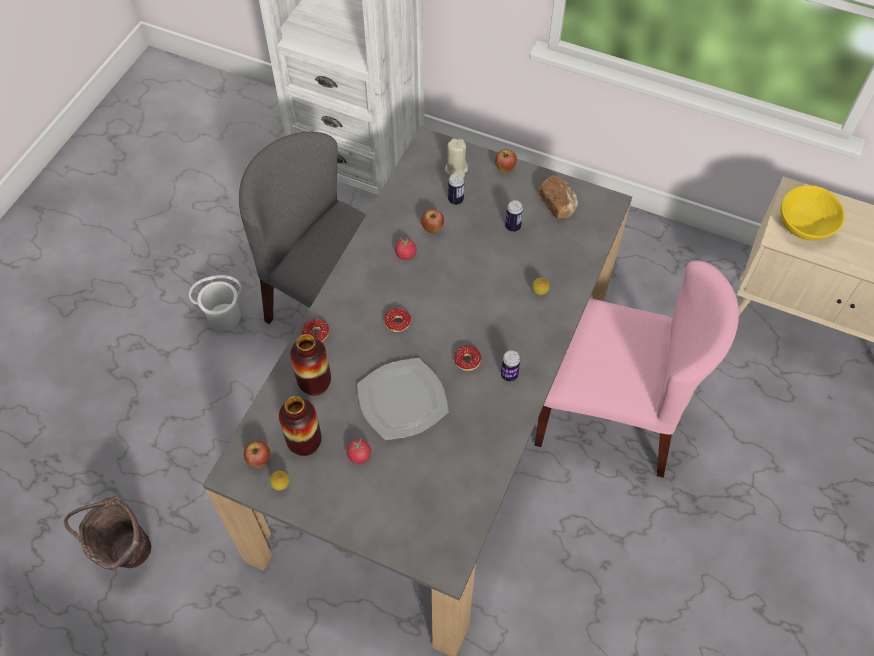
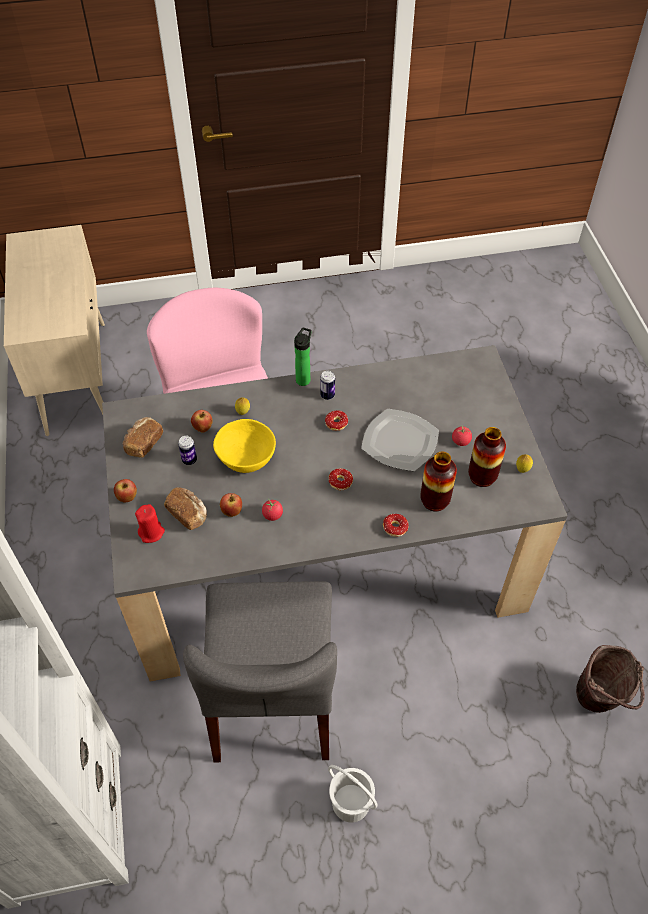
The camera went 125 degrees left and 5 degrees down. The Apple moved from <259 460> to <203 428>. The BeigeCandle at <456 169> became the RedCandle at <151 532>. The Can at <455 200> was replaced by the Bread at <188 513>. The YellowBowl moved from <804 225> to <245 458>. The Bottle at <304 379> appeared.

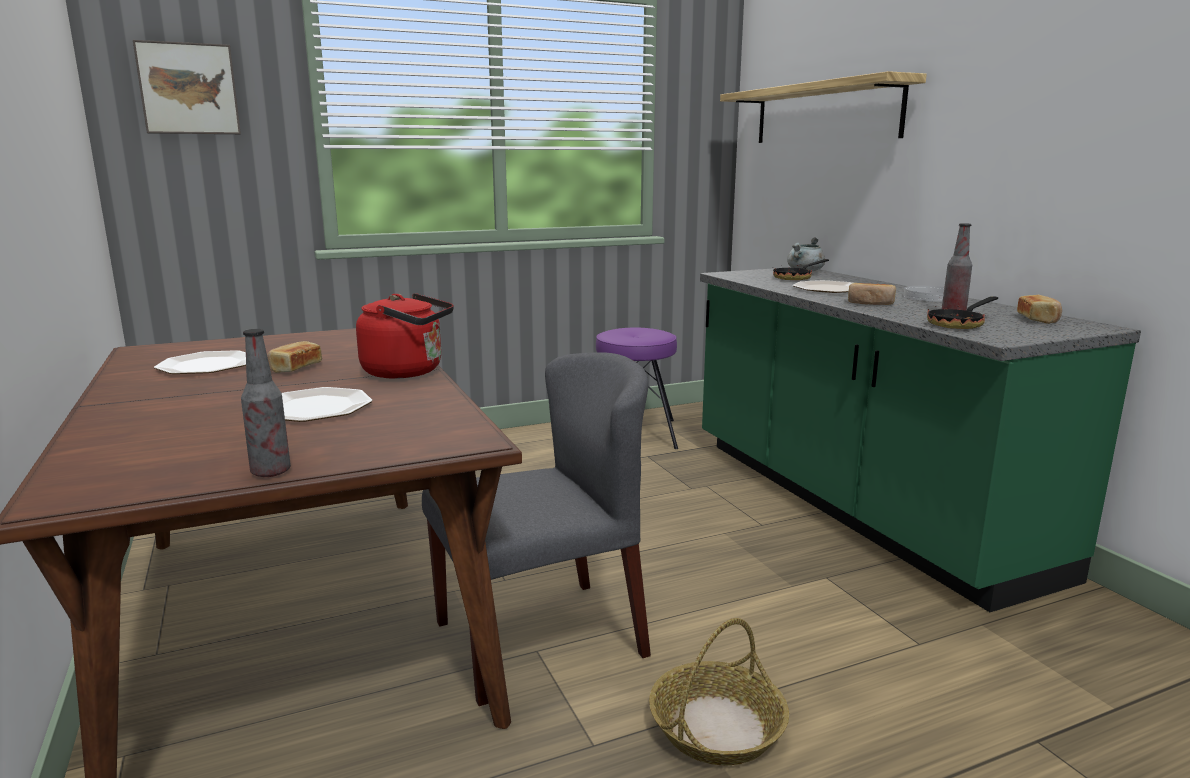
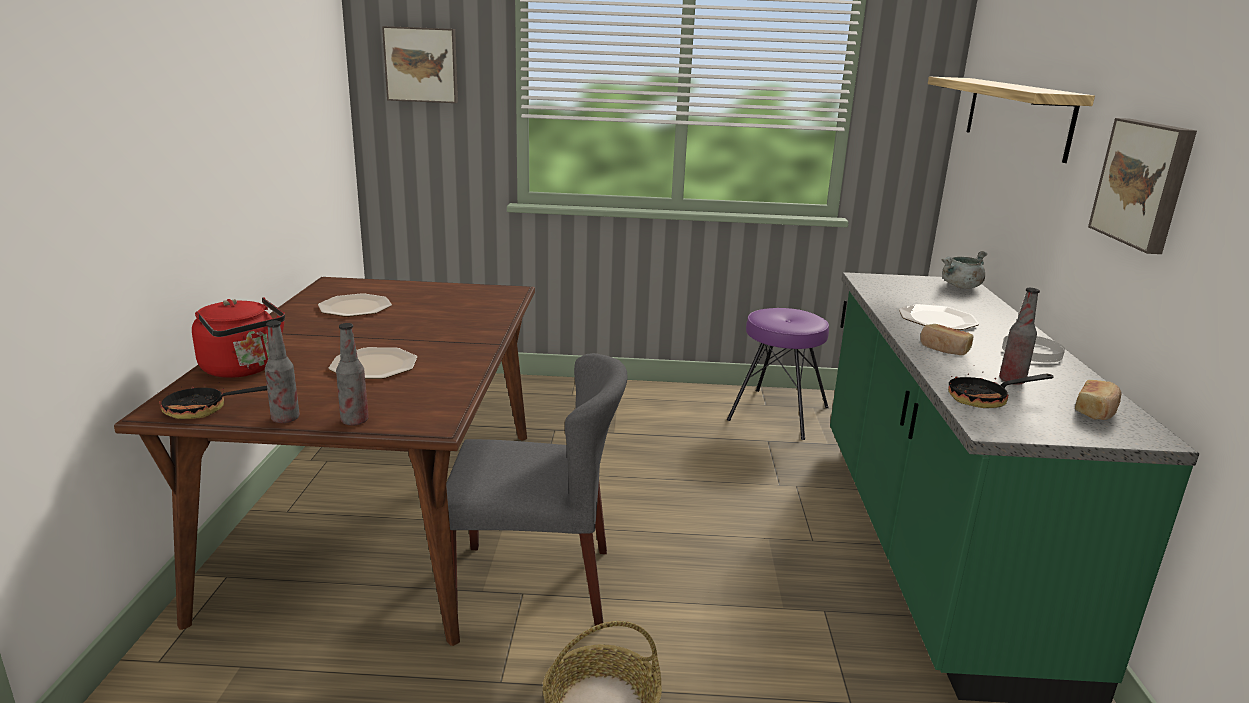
The camera went 25 degrees right and 5 degrees up. The Bread at <295 368> disappeared. The RedKettle moved from <408 372> to <243 369>. The FryingPan moved from <796 278> to <205 410>. The Bottle at <354 421> appeared. The Picture at <1144 183> appeared.

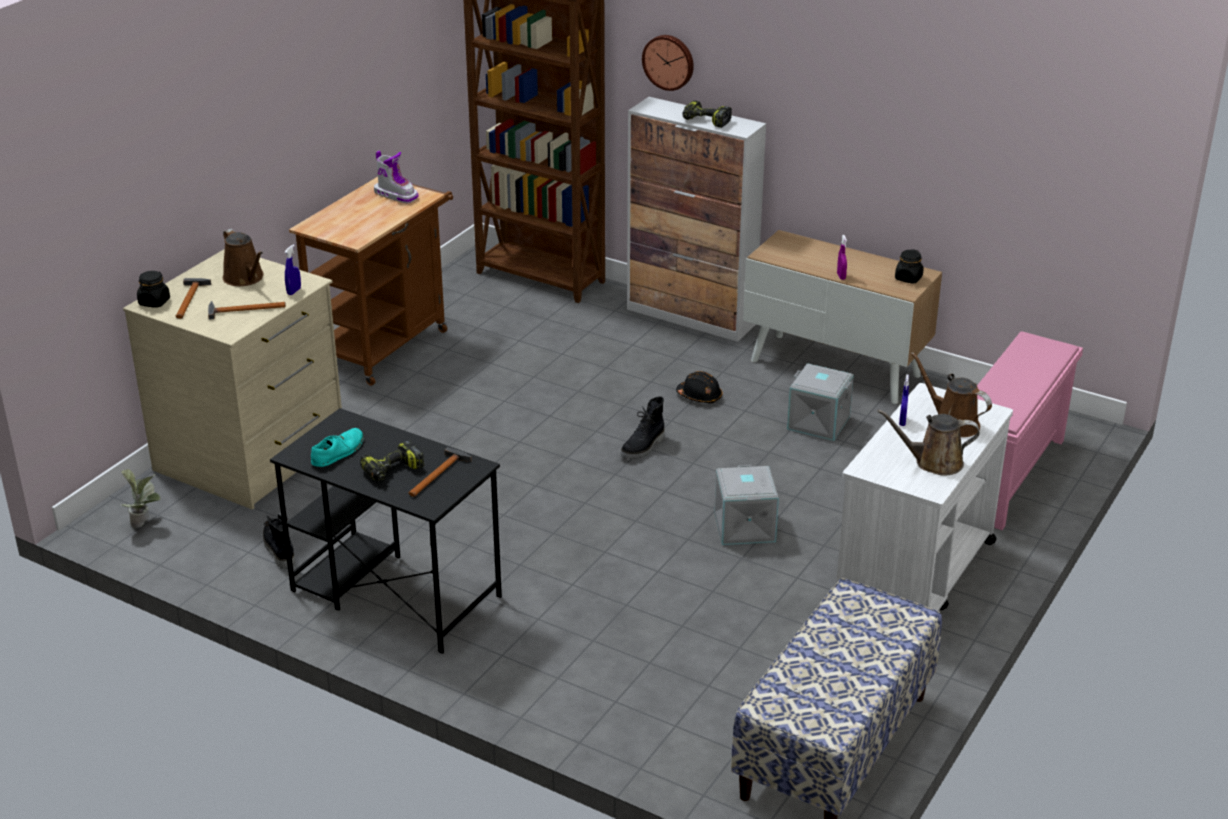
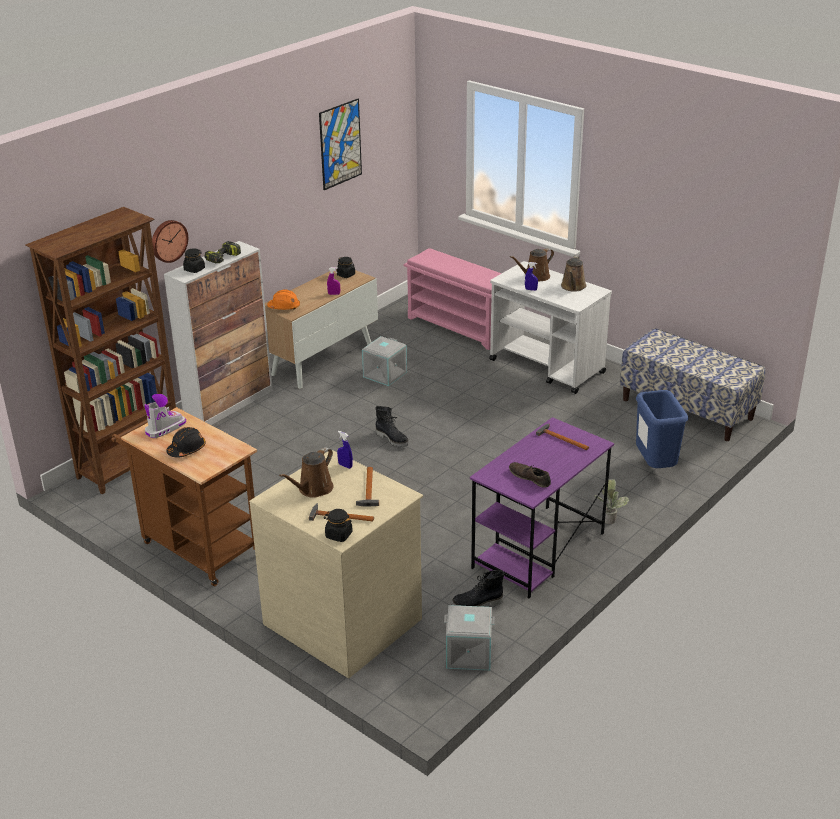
The camera went 80 degrees left and 0 degrees up. The PottedPlant moved from <145 522> to <609 518>. The BrownWateringCan at <245 278> turned 150 degrees clockwise. The BlackDesk at <394 593> became the PurpleDesk at <538 551>. The TurquoiseShoe at <338 452> became the BrownShoe at <529 477>. The PowerDrill at <392 471> disappeared. The BlackHardHat moved from <699 396> to <187 449>. The GreyStorageBox moved from <743 527> to <468 654>. The BlackJar at <194 269> appeared. The OrangeHardHat at <284 307> appeared. The Picture at <340 144> appeared. The BlueTrashCan at <654 466> appeared.

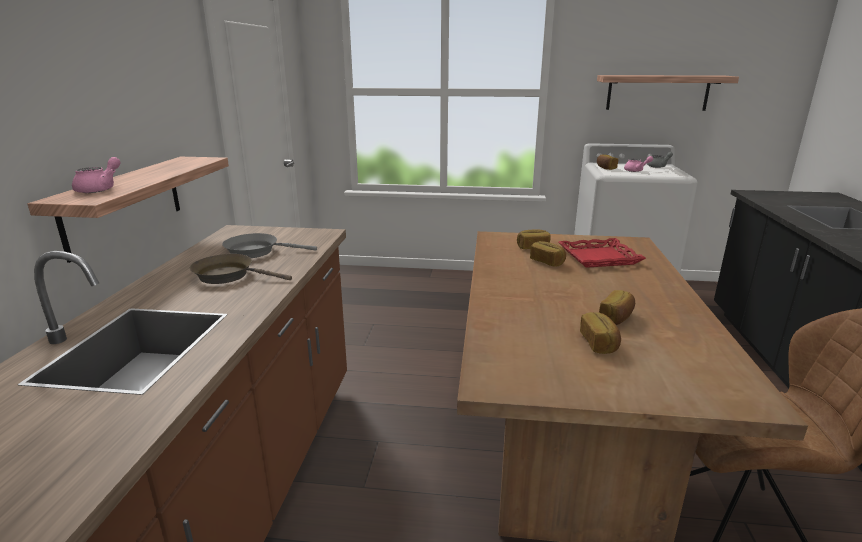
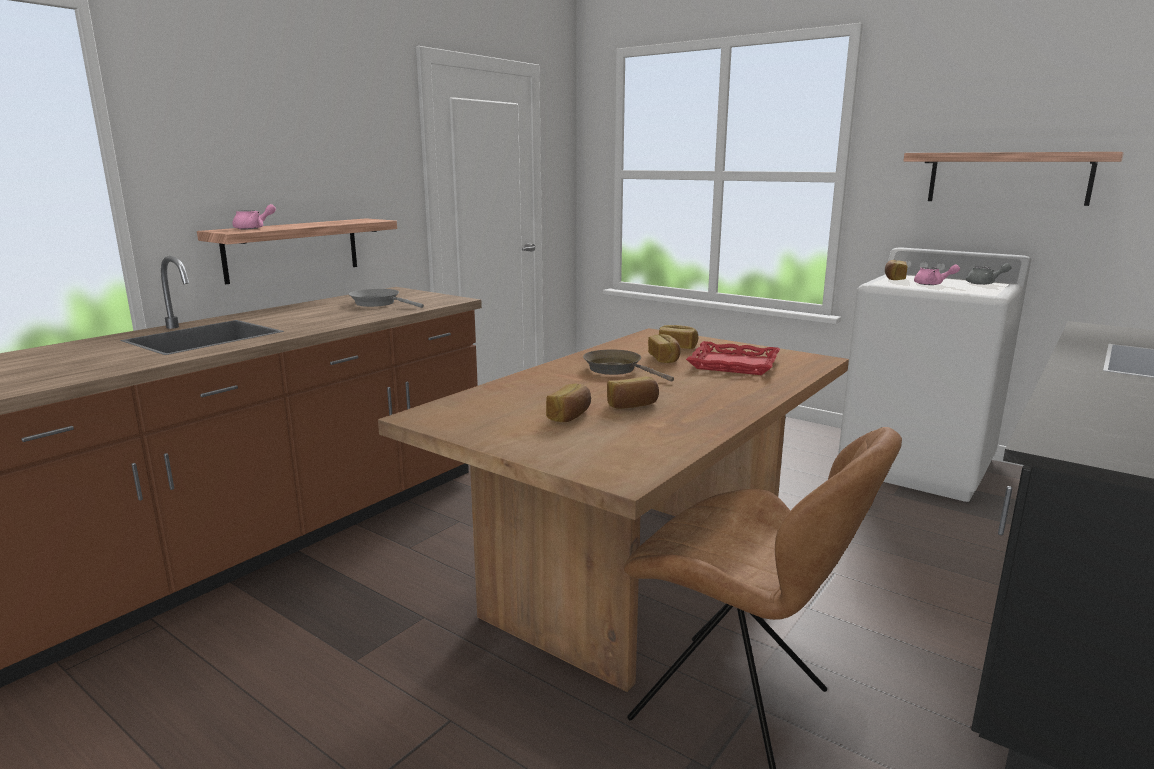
The camera went 30 degrees right and 5 degrees down. The BrownFryingPan moved from <229 276> to <617 369>.

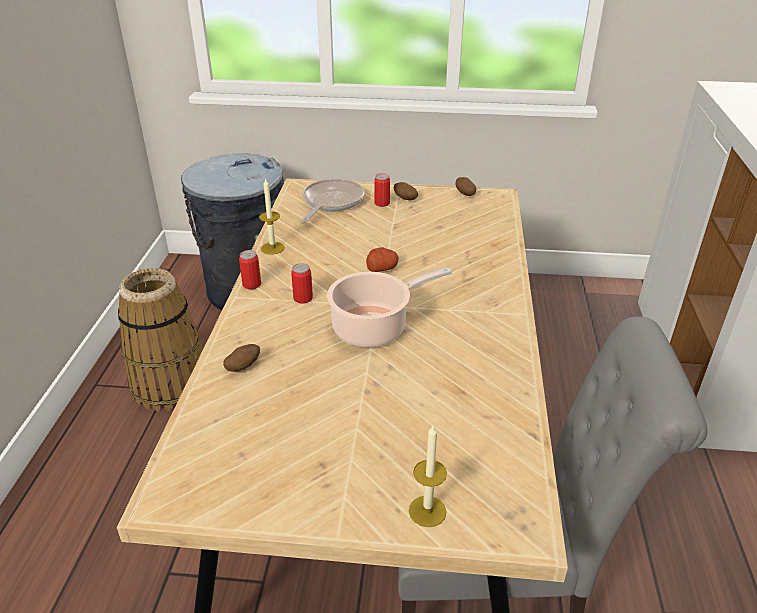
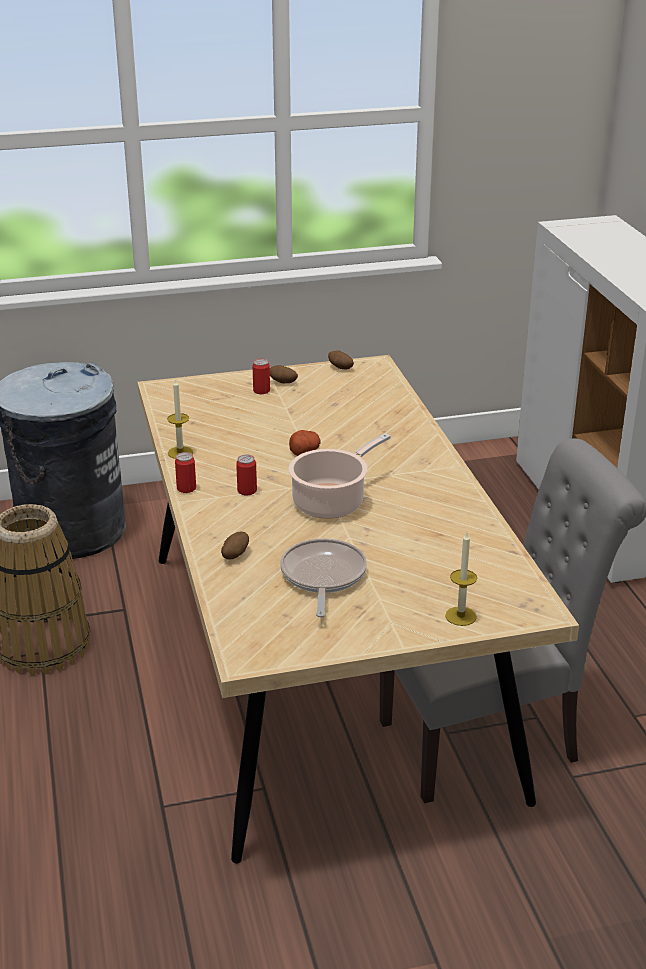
The camera went 20 degrees left and 5 degrees down. The FryingPan moved from <331 202> to <322 577>.

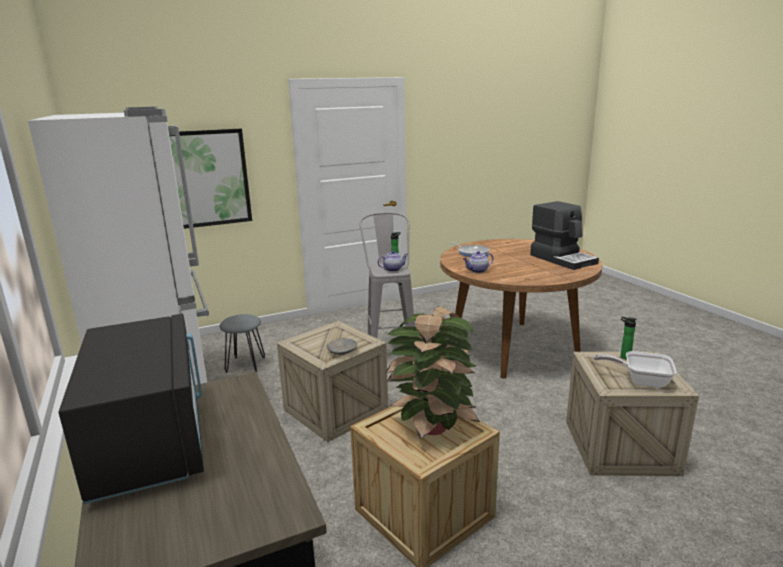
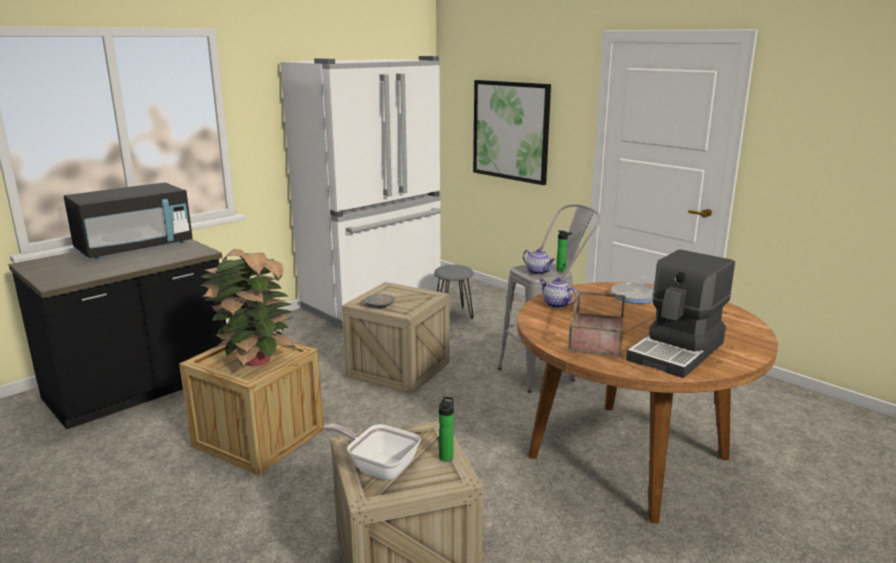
The camera went 70 degrees right and 0 degrees up. The FryingPan at <640 380> turned 60 degrees counterclockwise. The BrownTray at <595 333> appeared.

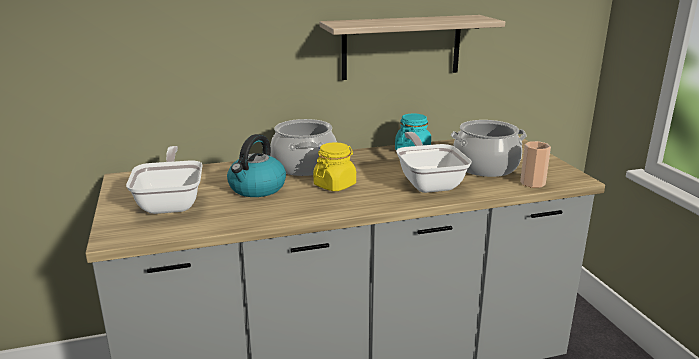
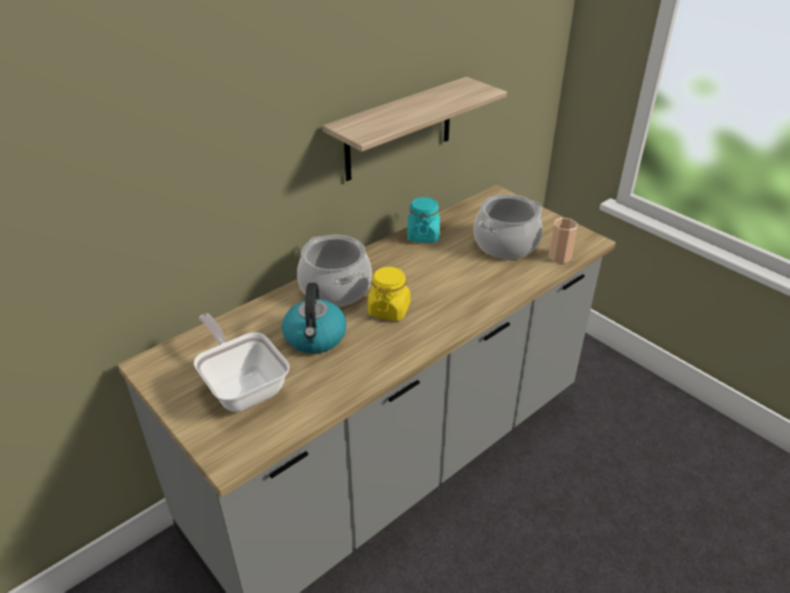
The camera went 25 degrees left and 15 degrees up. The FryingPan at <428 182> disappeared.

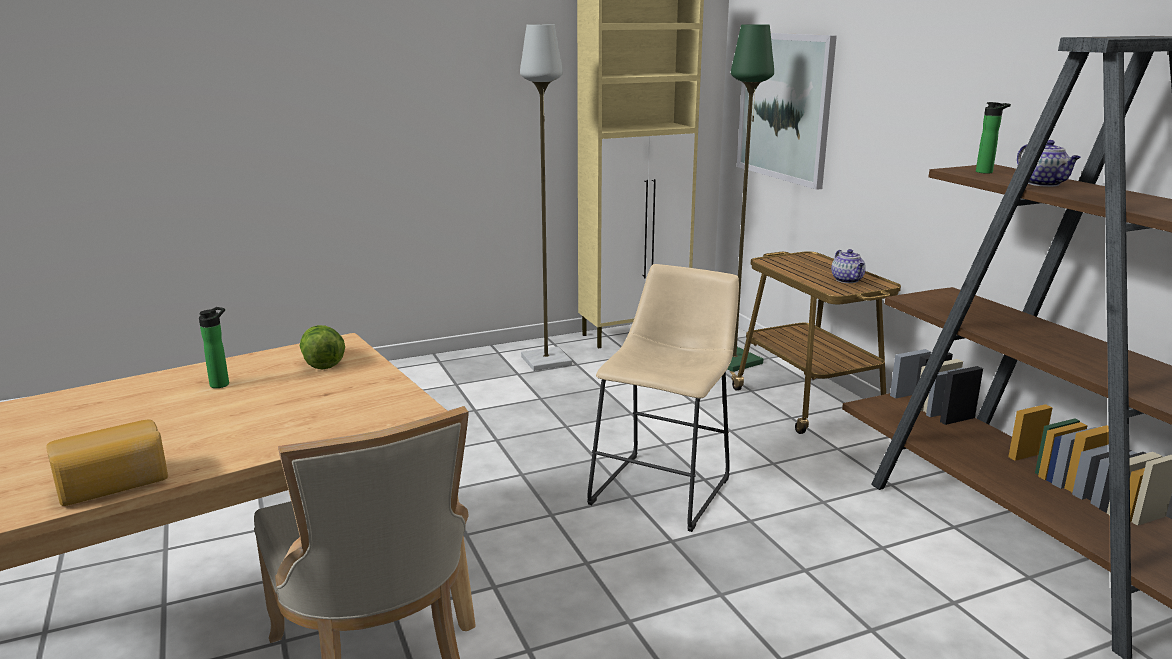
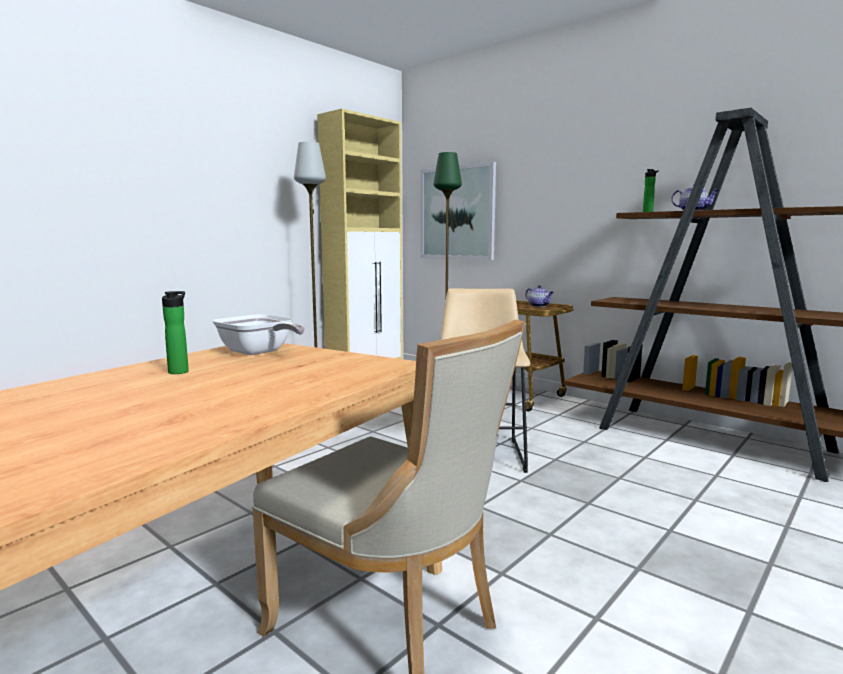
The camera went 25 degrees left and 10 degrees down. The Bread at <114 485> disappeared. The Lettuce at <322 361> was replaced by the FryingPan at <259 353>.

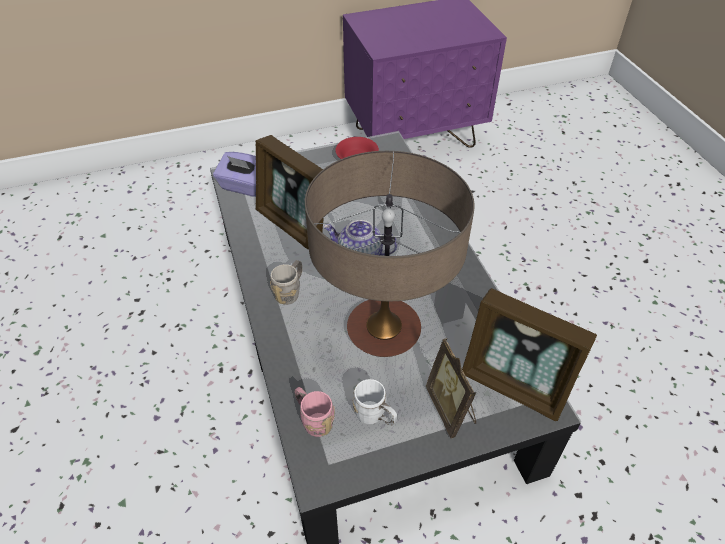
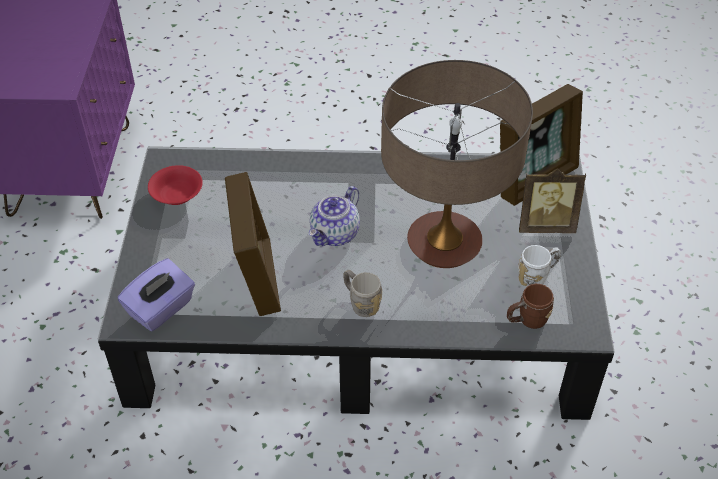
The camera went 70 degrees left and 0 degrees up. The PictureFrame at <293 224> turned 75 degrees counterclockwise. The PinkMug at <313 420> became the BrownMug at <527 320>.

